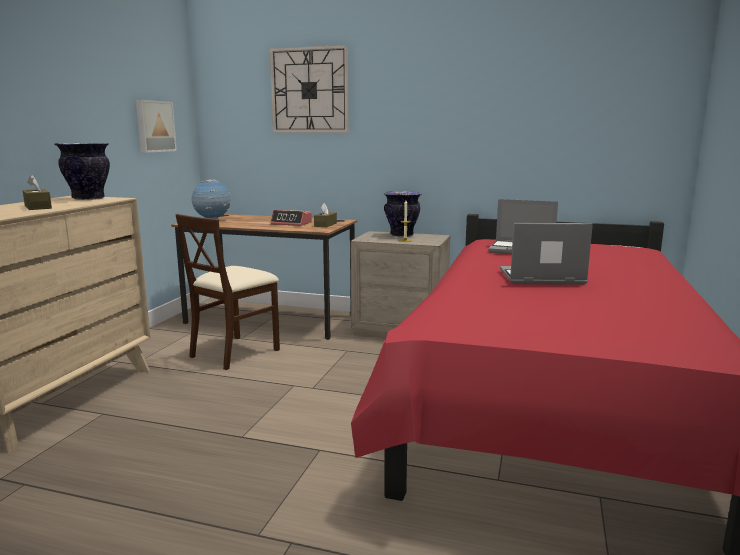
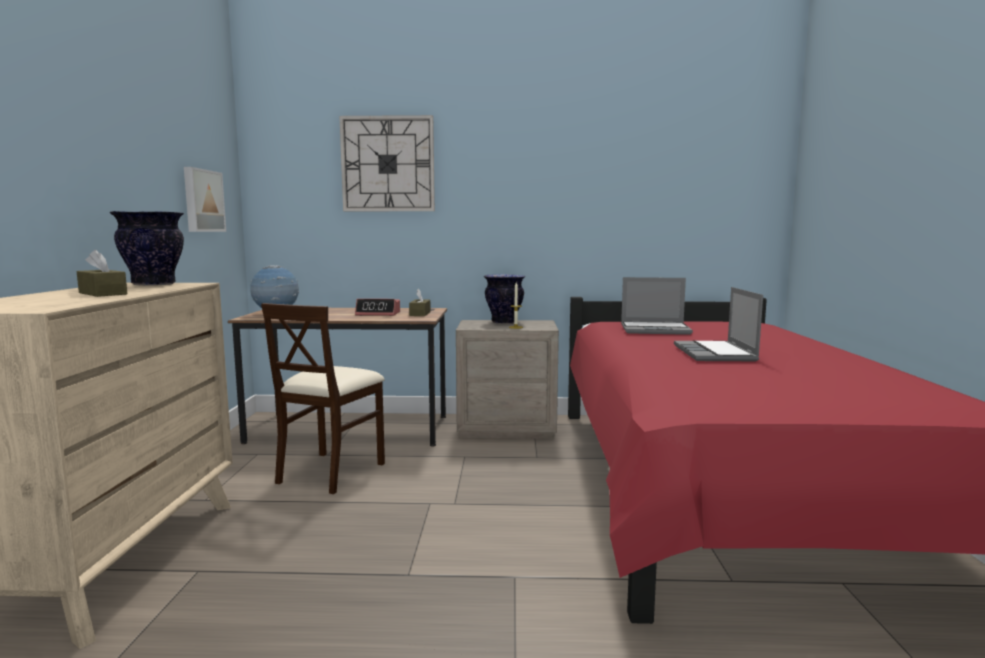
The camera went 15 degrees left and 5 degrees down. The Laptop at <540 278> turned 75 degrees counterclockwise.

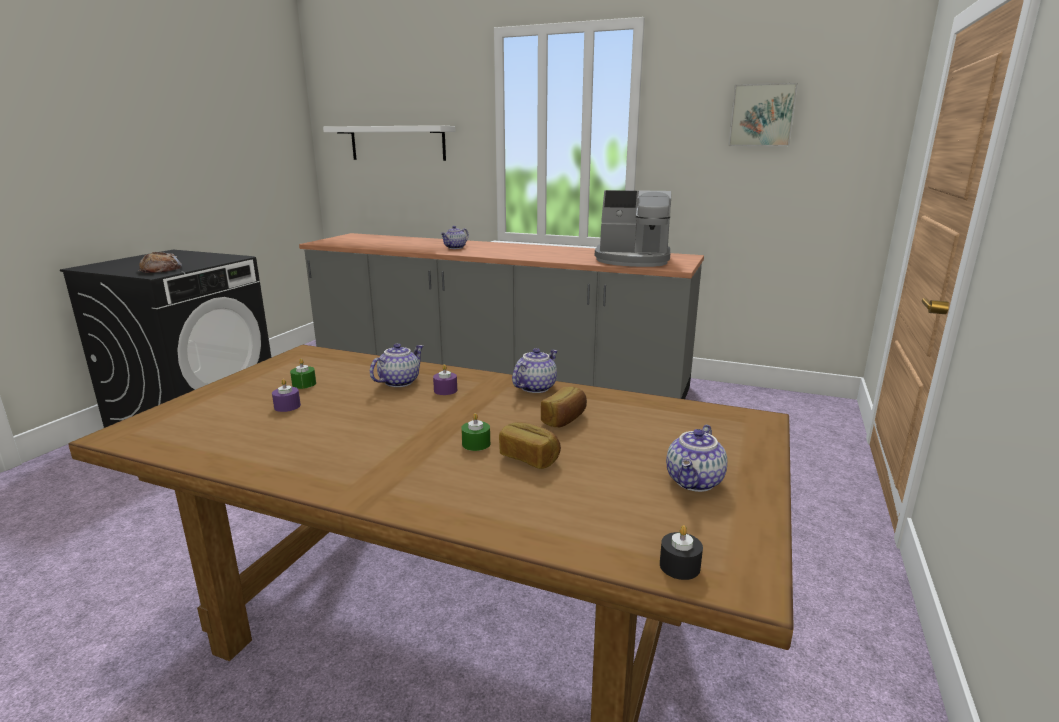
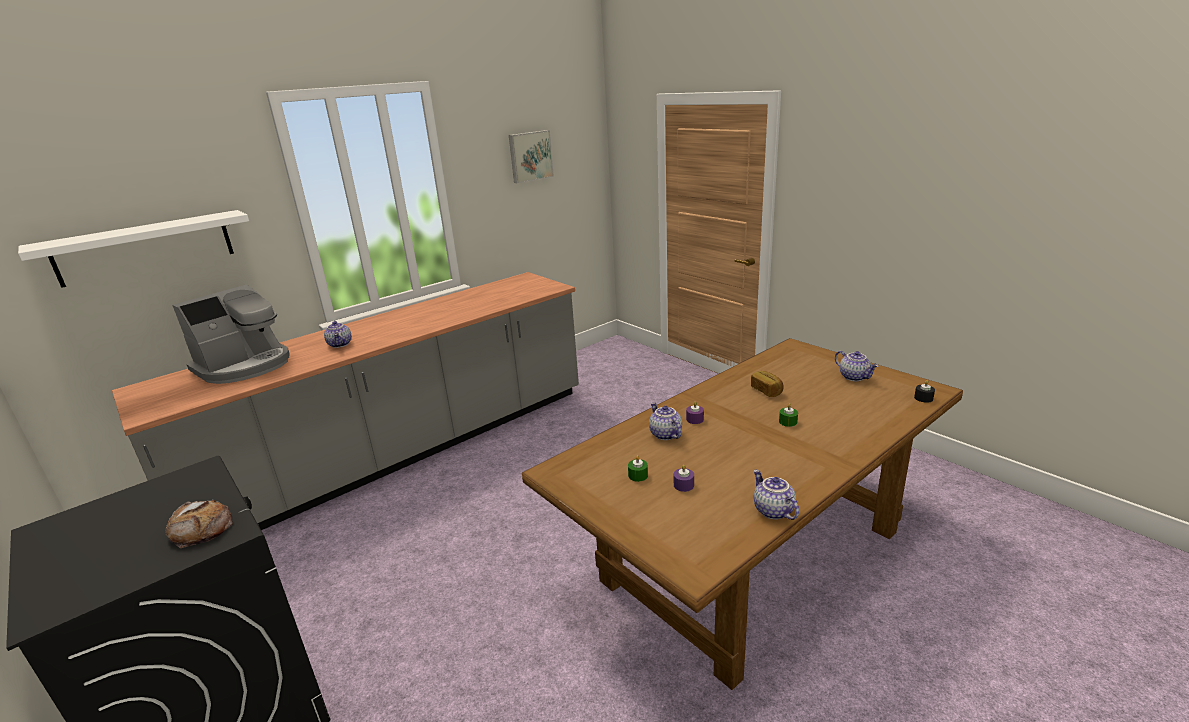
The camera went 60 degrees left and 5 degrees up. The Bread at <530 457> disappeared. The Teapot moved from <535 387> to <772 511>. The CoffeeMachine moved from <633 260> to <245 366>.

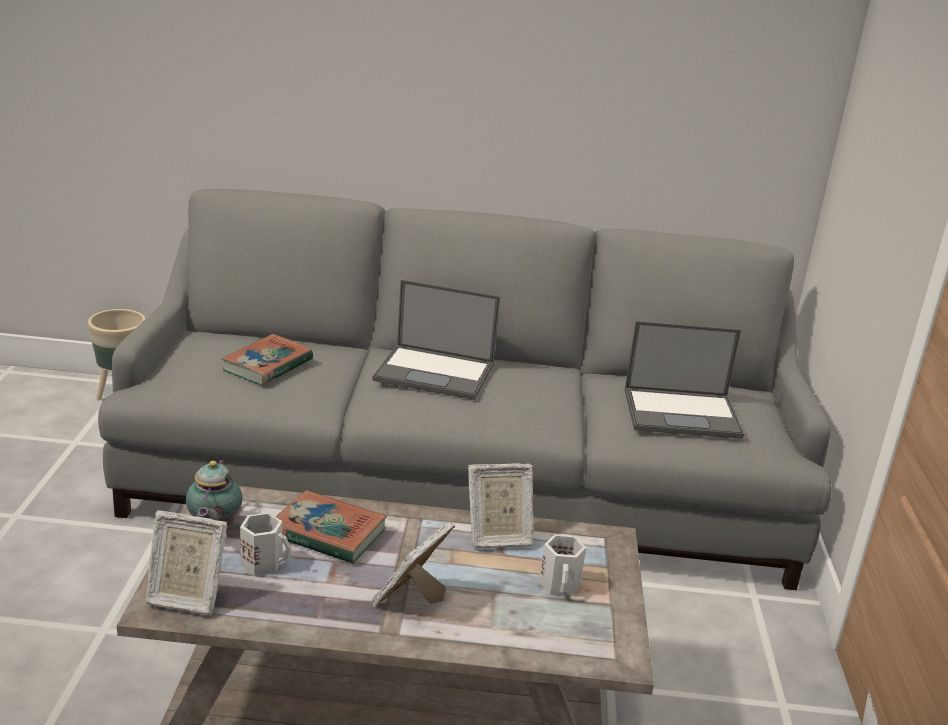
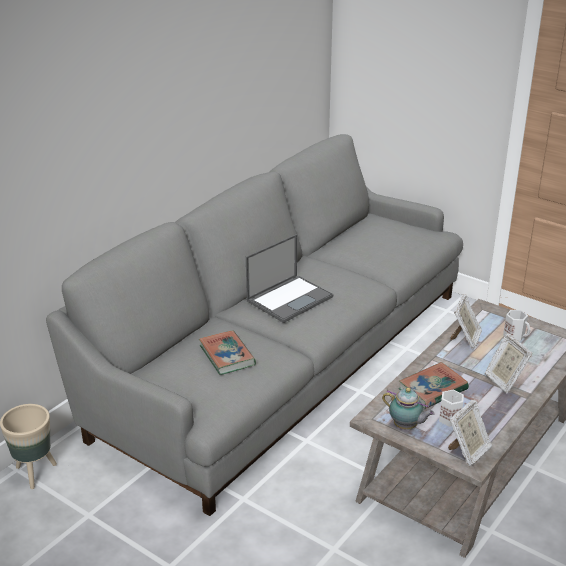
The camera went 55 degrees left and 5 degrees up. The Laptop at <683 413> disappeared.

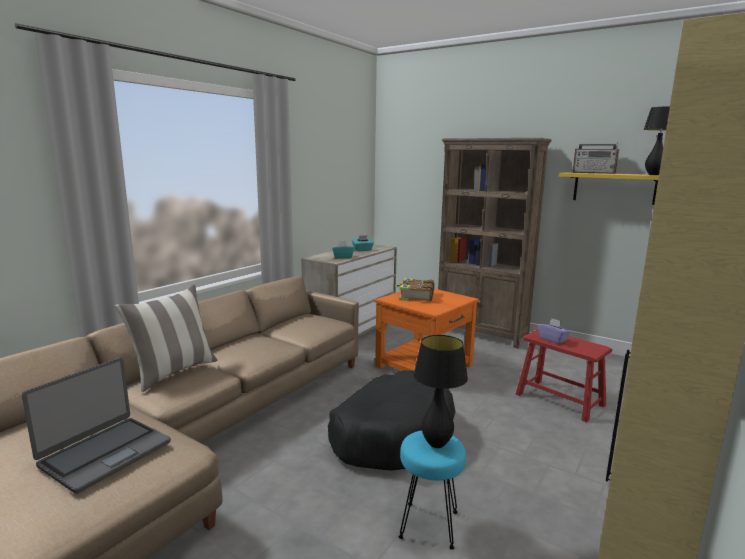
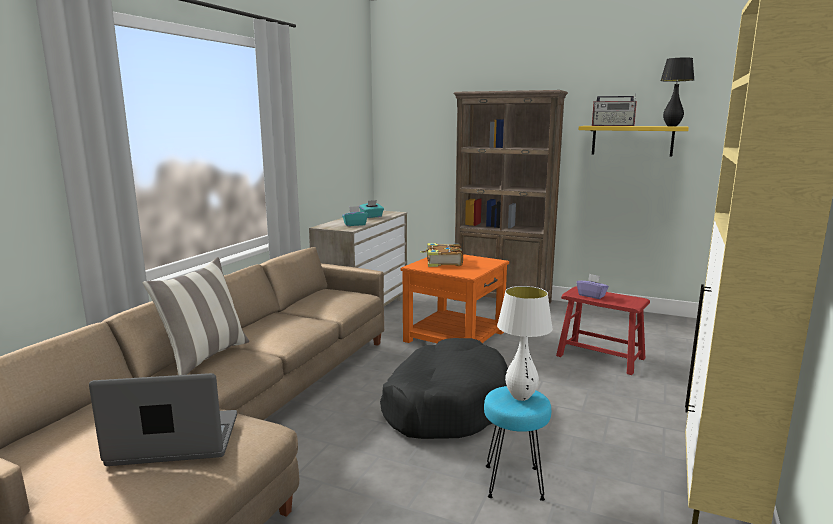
The camera went 10 degrees left and 0 degrees up. The Laptop at <105 453> turned 120 degrees counterclockwise. The BlackTableLamp at <436 444> became the WhiteTableLamp at <520 397>.

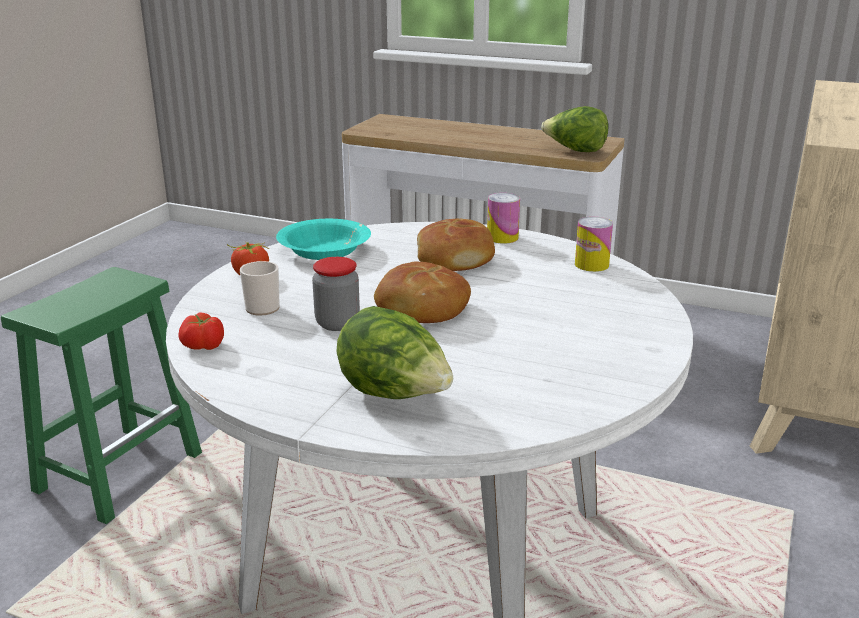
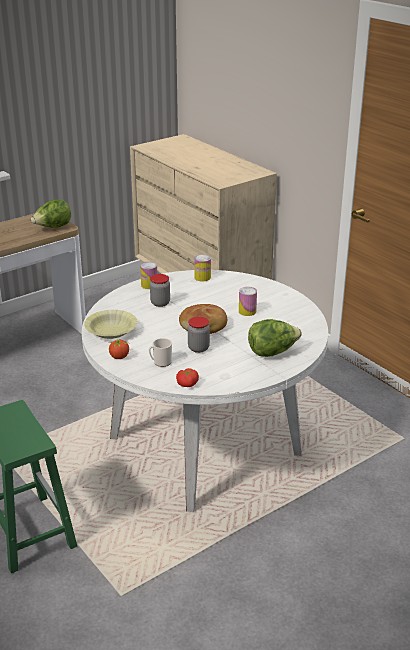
The camera went 60 degrees left and 5 degrees up. The TurquoiseBowl at <325 251> became the YellowBowl at <111 331>. The Bread at <455 258> was replaced by the Jar at <160 303>. The Can at <247 311> appeared.

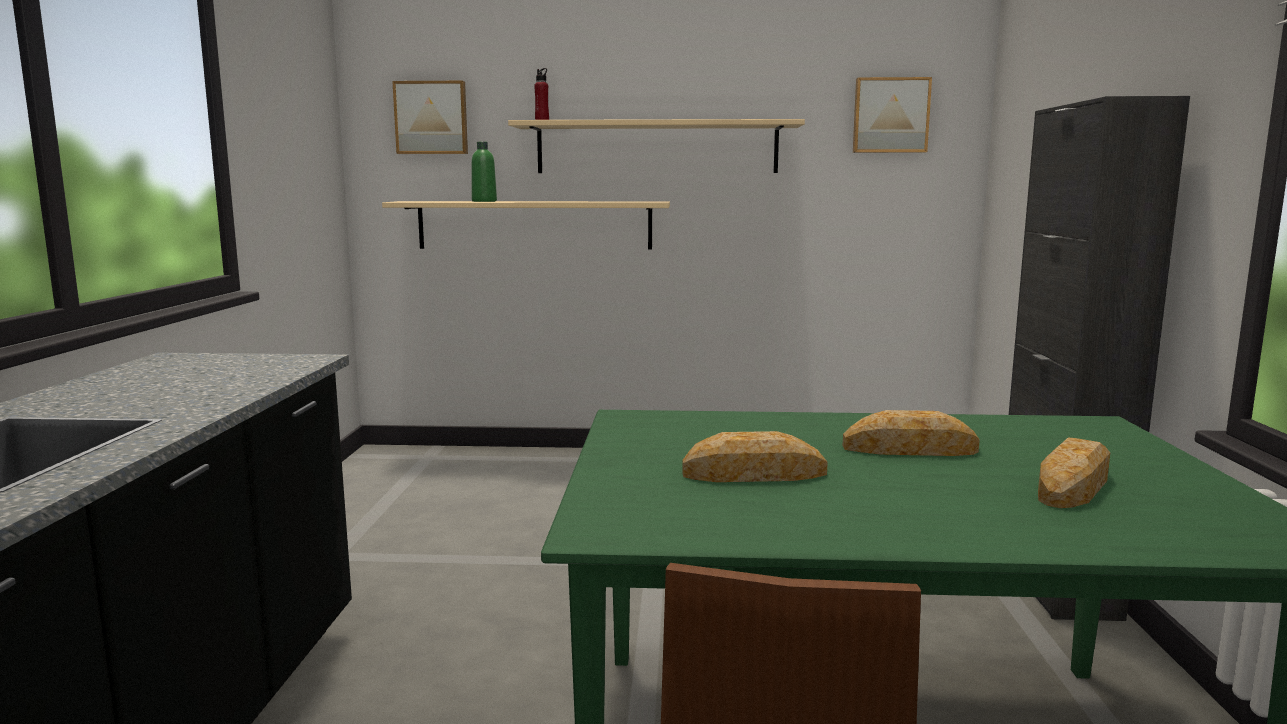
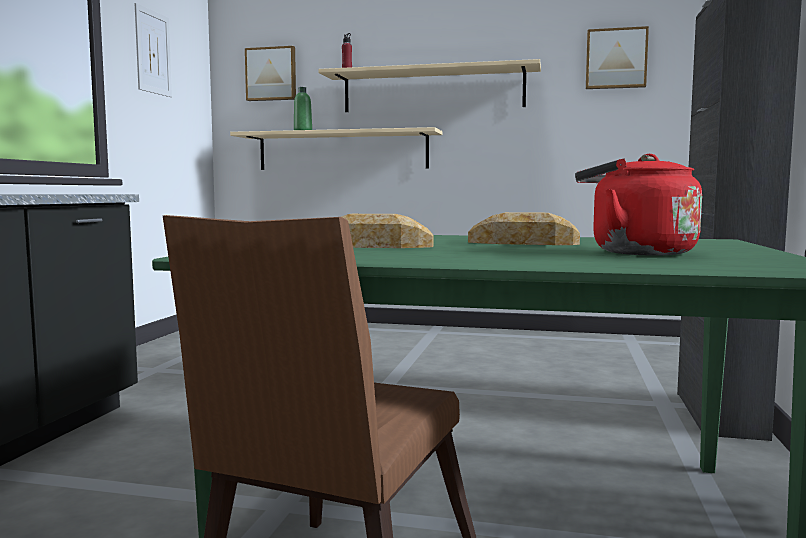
The camera went 10 degrees right and 5 degrees down. The Bread at <1073 485> was replaced by the RedKettle at <636 252>. The Picture at <153 52> appeared.

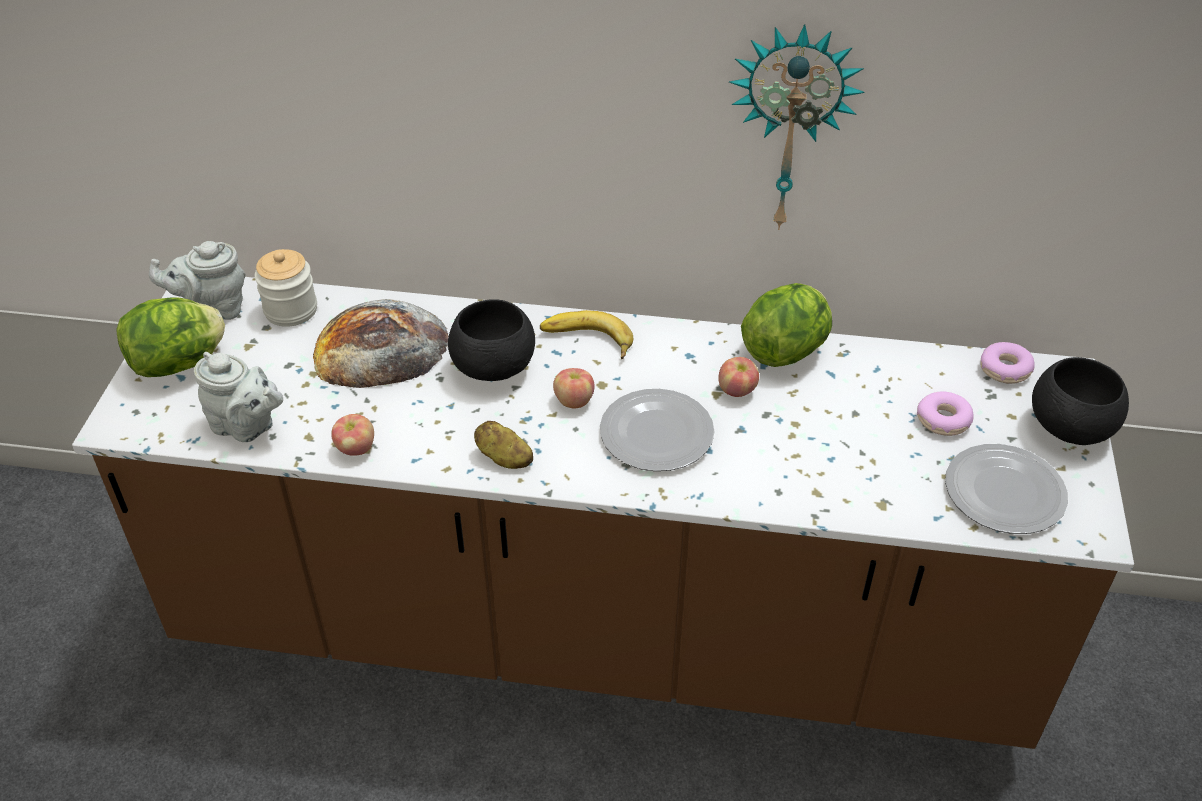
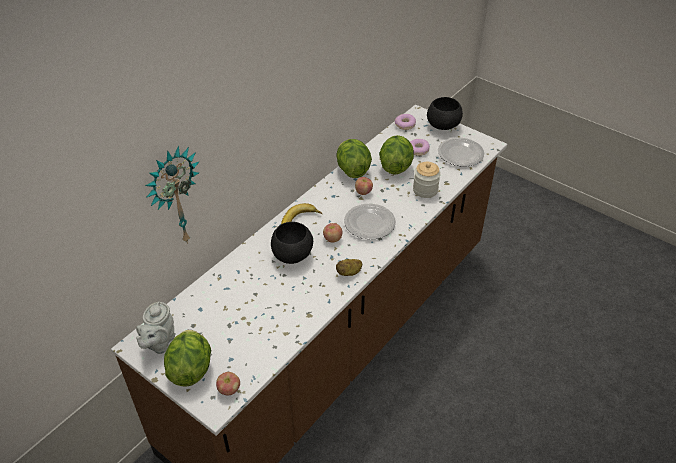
The camera went 60 degrees left and 0 degrees up. The GreyTeapot at <246 427> disappeared. The Jar moved from <291 310> to <425 190>. The Bread at <380 347> disappeared. The Apple moved from <356 448> to <229 389>. The WallClock moved from <791 127> to <174 197>. The Lettuce at <395 166> appeared.

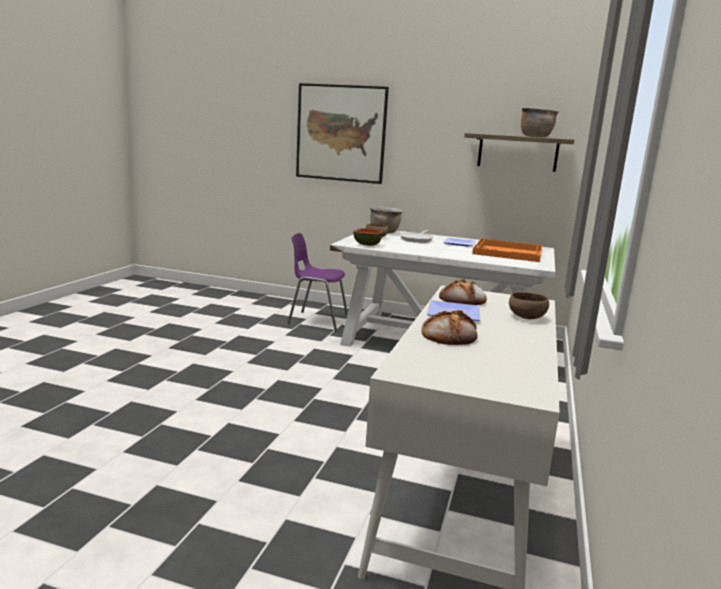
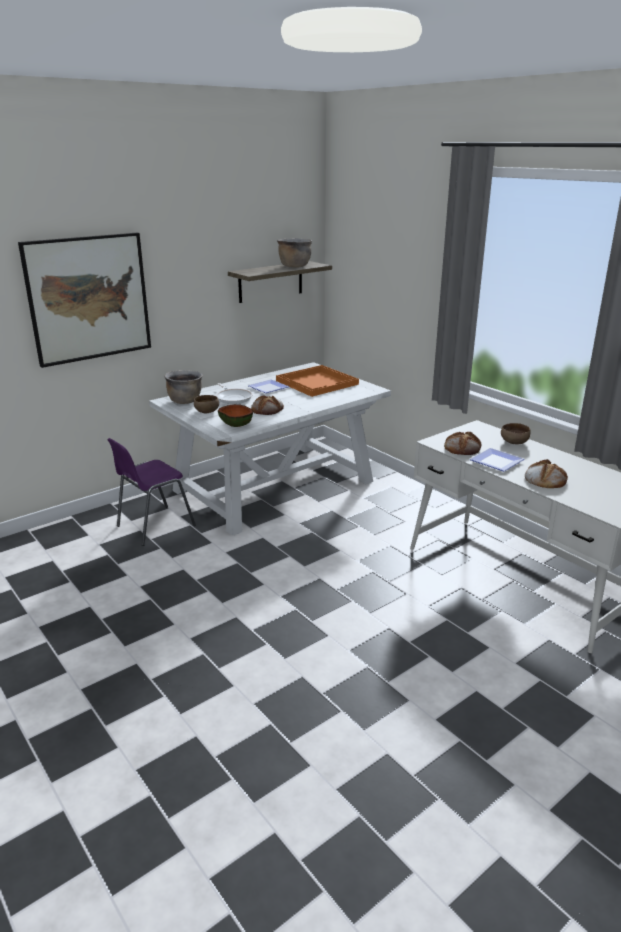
The camera went 55 degrees left and 10 degrees up. The Bread at <267 409> appeared.

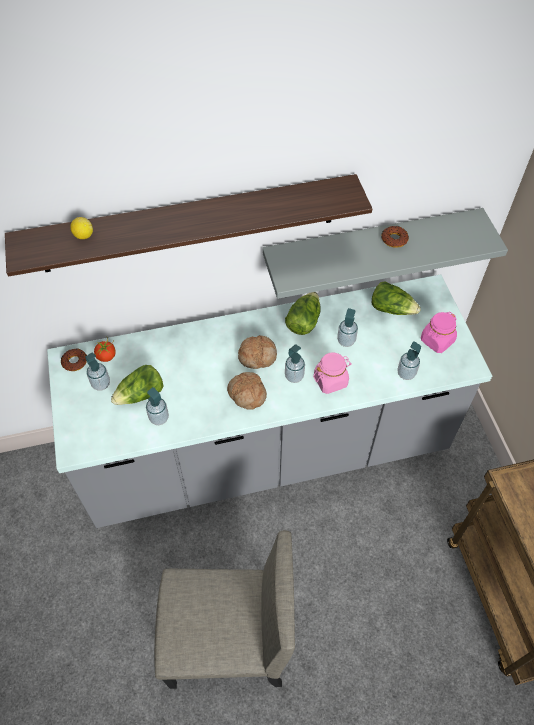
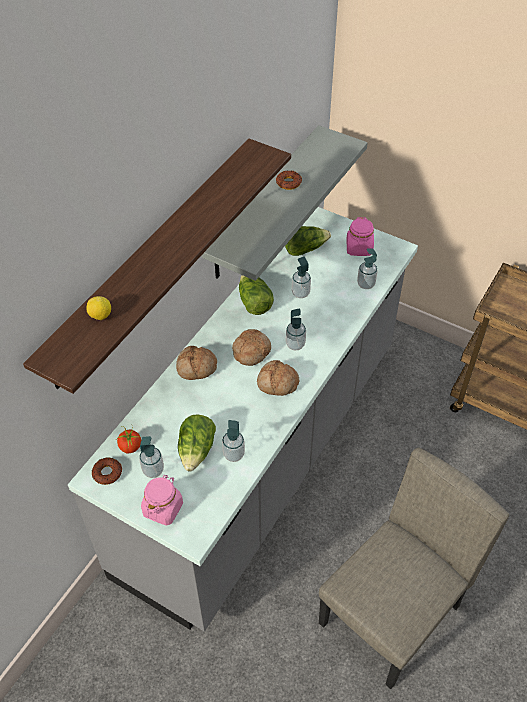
The camera went 45 degrees left and 5 degrees down. The PinkJar moved from <330 380> to <163 508>. The Bread at <196 368> appeared.

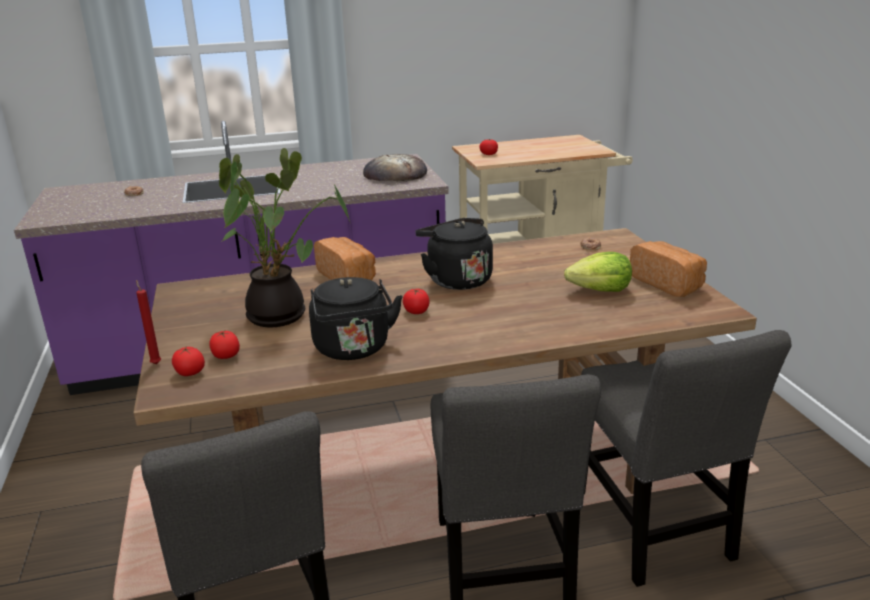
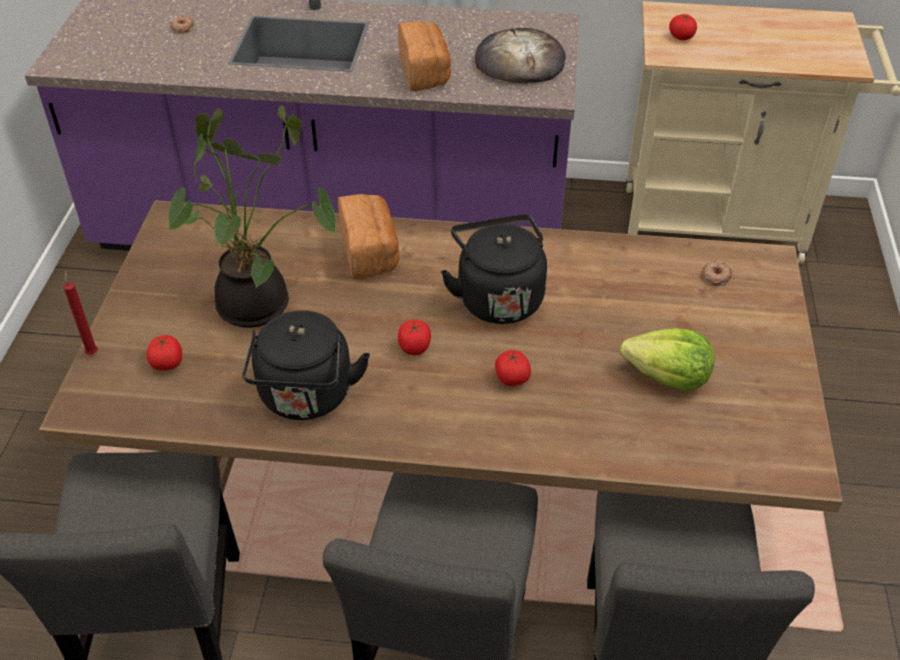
The camera went 20 degrees right and 20 degrees up. The Tomato moved from <190 373> to <511 378>. The Bread moved from <668 283> to <425 72>.

